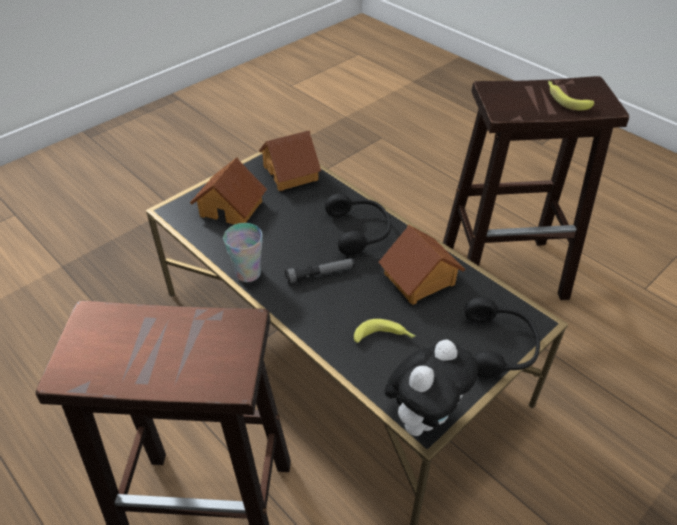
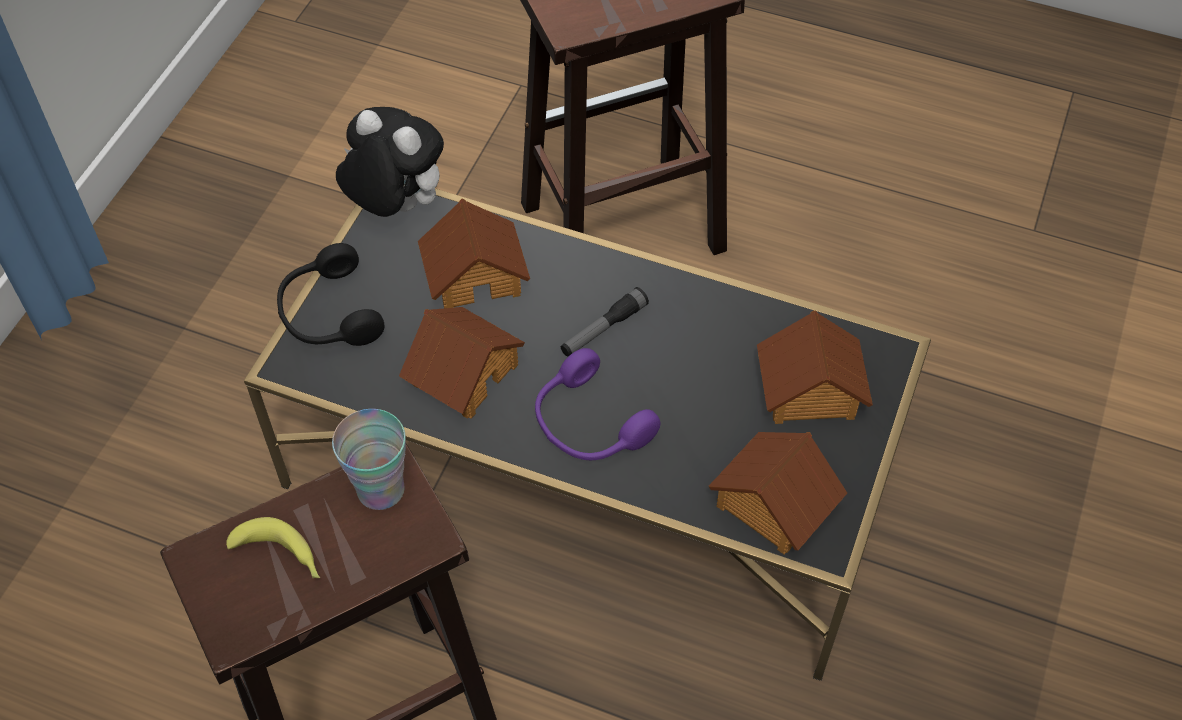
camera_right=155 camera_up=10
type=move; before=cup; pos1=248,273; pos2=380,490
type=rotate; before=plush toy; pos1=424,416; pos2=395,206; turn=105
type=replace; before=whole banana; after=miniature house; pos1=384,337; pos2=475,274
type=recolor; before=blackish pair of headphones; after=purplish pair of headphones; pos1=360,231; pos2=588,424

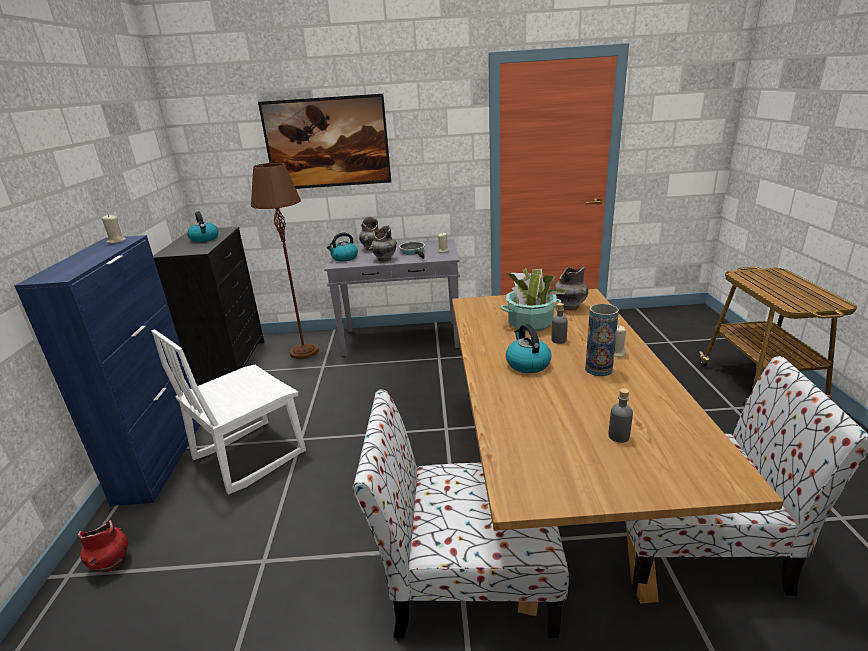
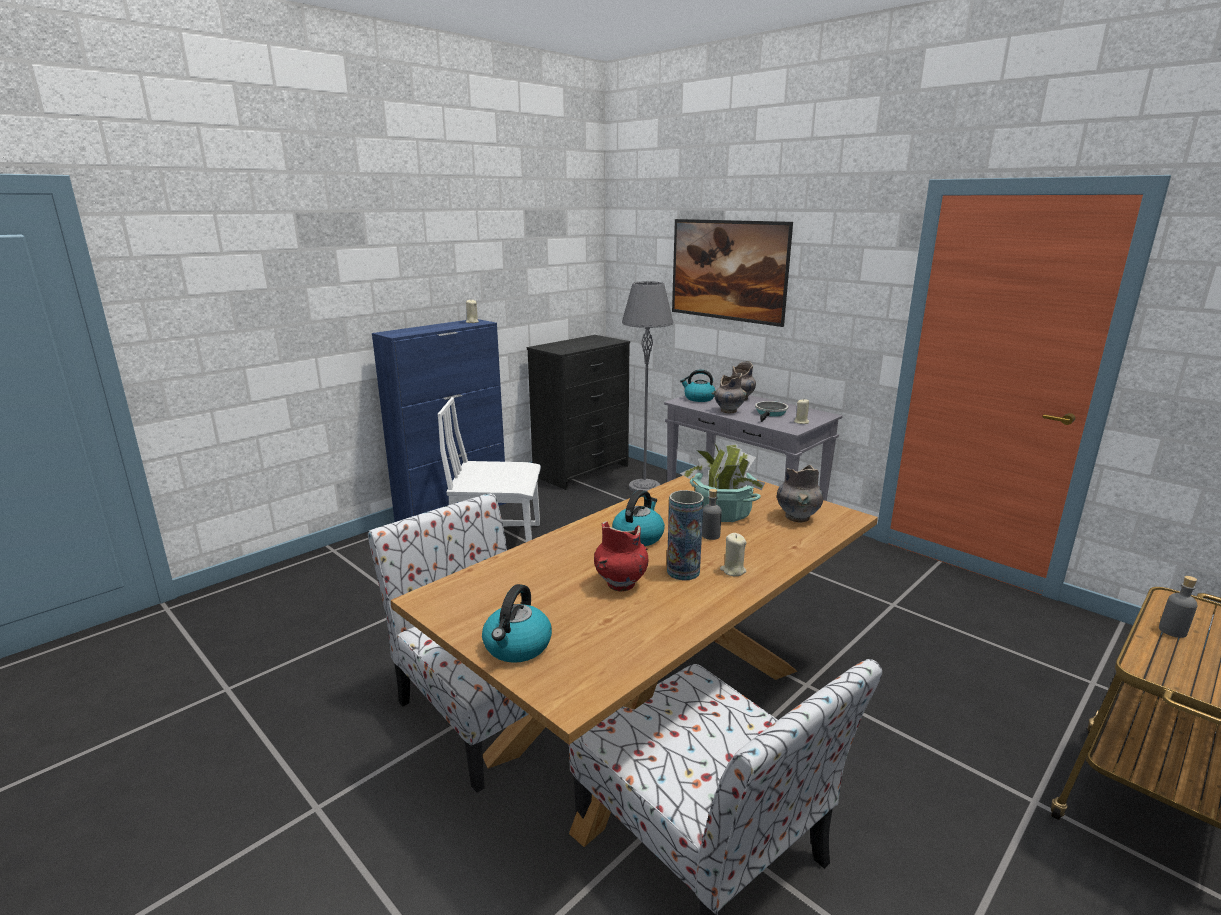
camera_right=45 camera_up=-5
type=move; before=water kettle; pos1=204,239; pos2=517,647
type=move; before=reddish vase; pos1=112,563; pos2=621,584
type=recolor; before=brown floor lamp; after=gray floor lamp; pos1=304,352; pos2=644,487
type=move; before=gray bottle; pos1=618,436; pos2=1172,631

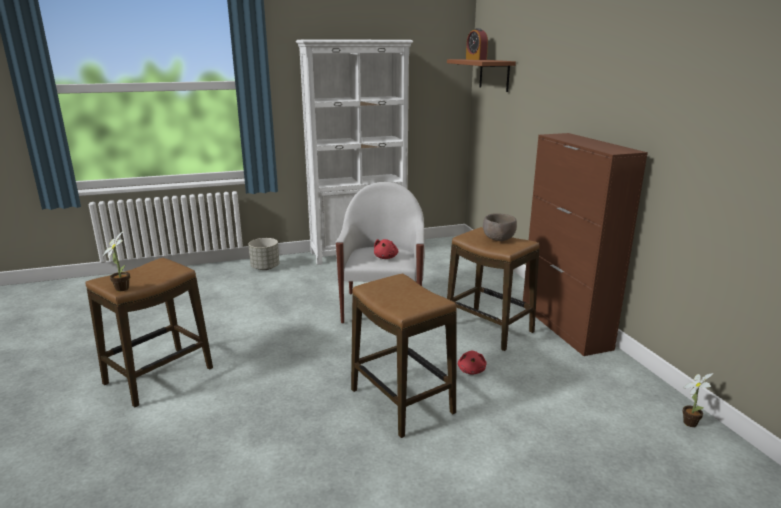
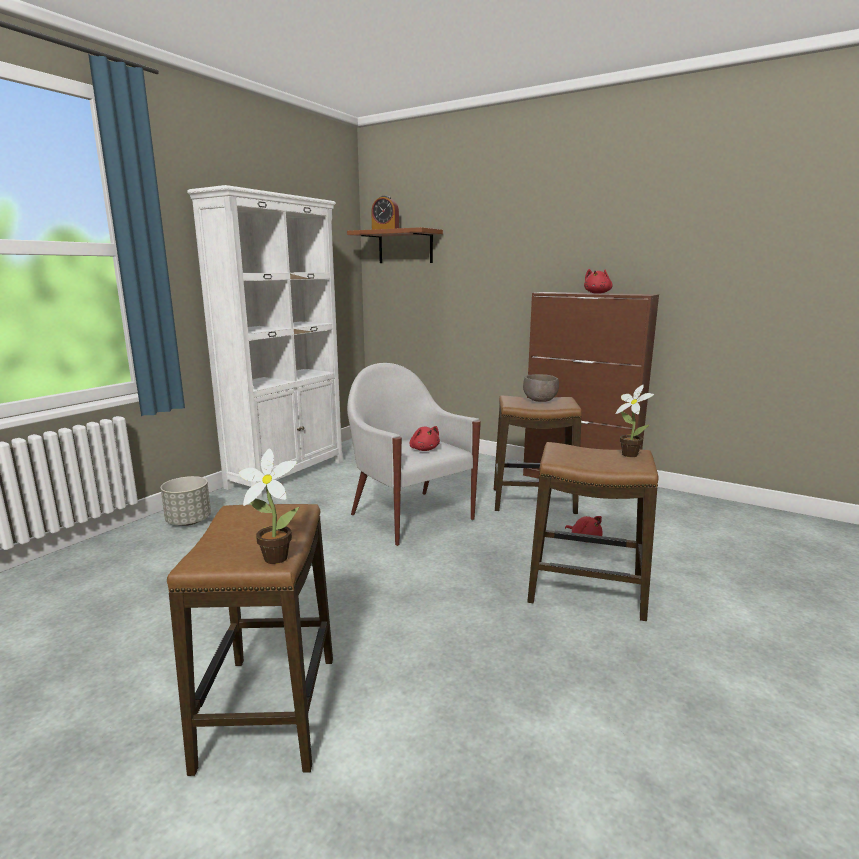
camera_right=-40 camera_up=-5
type=insert; after=reddish plush toy; pos2=597,293
type=move; before=potted plant; pos1=690,422; pos2=628,454

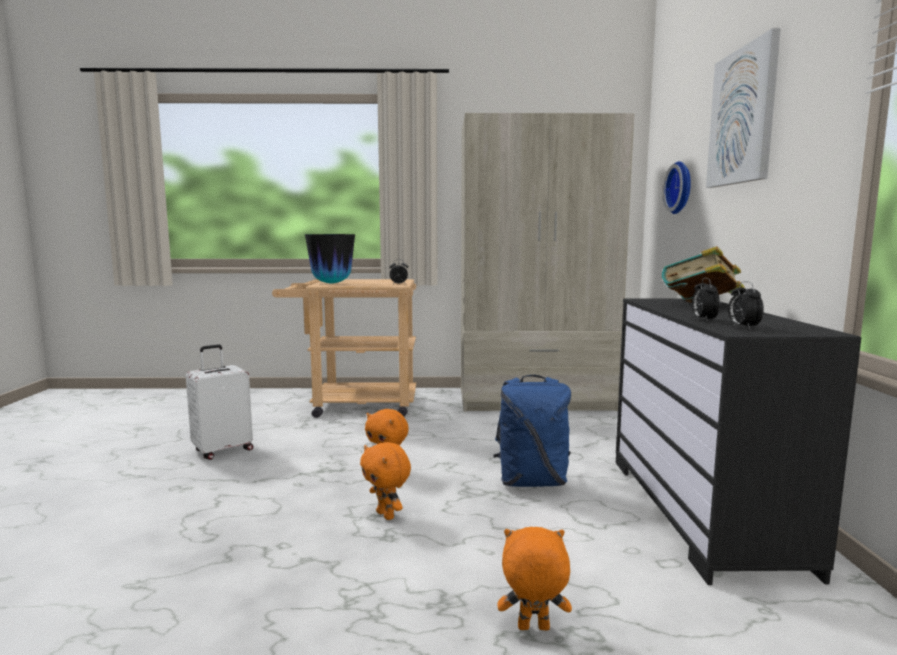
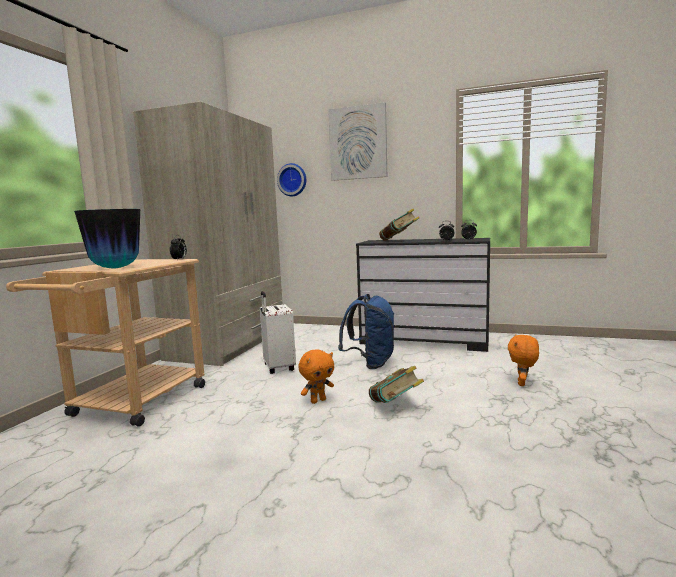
camera_right=-70 camera_up=0
type=move; before=white-coloured piece of luggage; pos1=223,450; pos2=278,368
type=replace; before=orangey plush toy; after=book; pos1=386,515; pos2=395,406

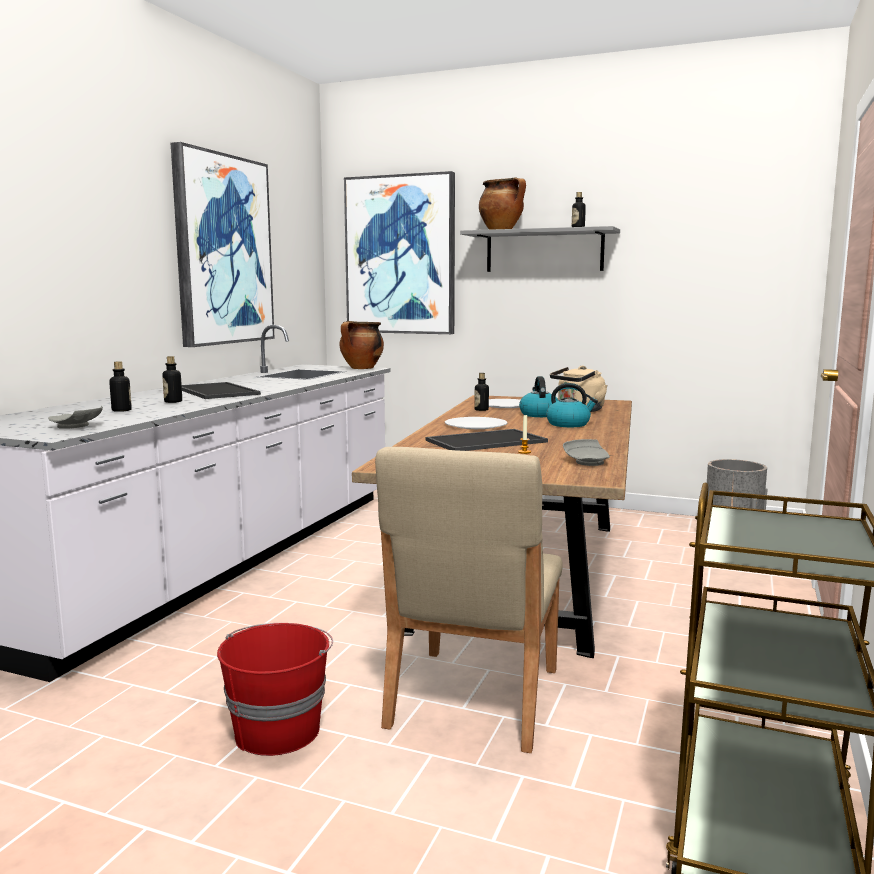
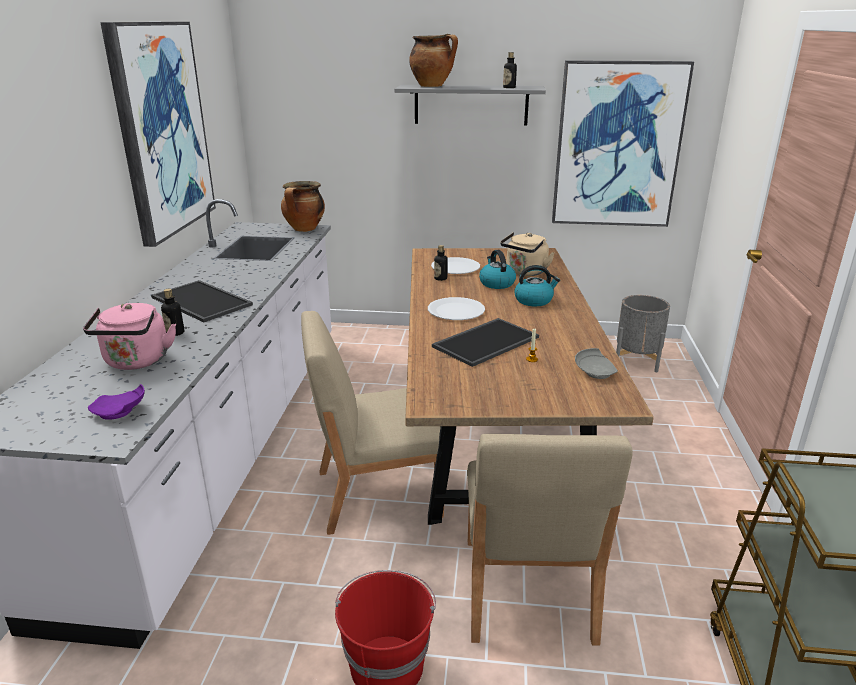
camera_right=-15 camera_up=15
type=replace; before=bottle; after=pink water kettle; pos1=121,410; pos2=136,362
type=recolor; before=gray dinner plate; after=purplish dinner plate; pos1=76,427; pos2=120,412
type=insert; after=beige-coloured chair; pos2=376,493
type=move; before=wall picture; pos1=400,255; pos2=617,145

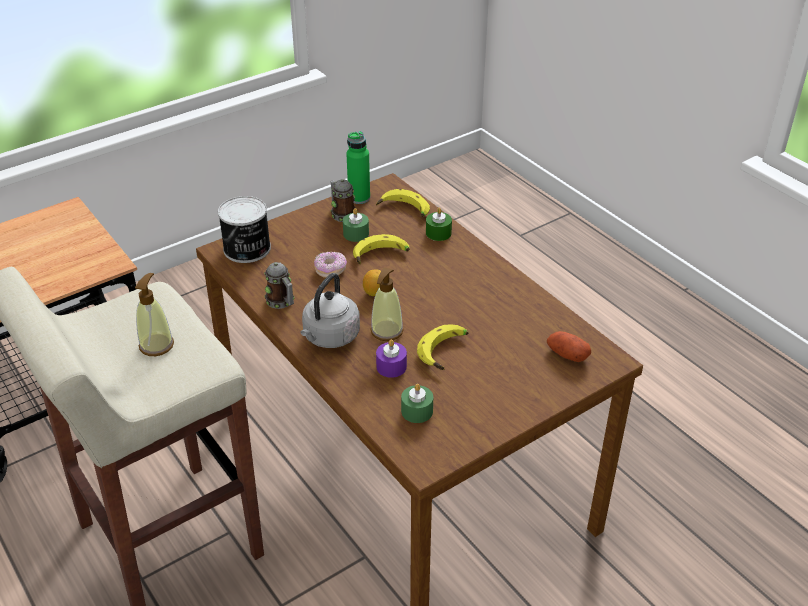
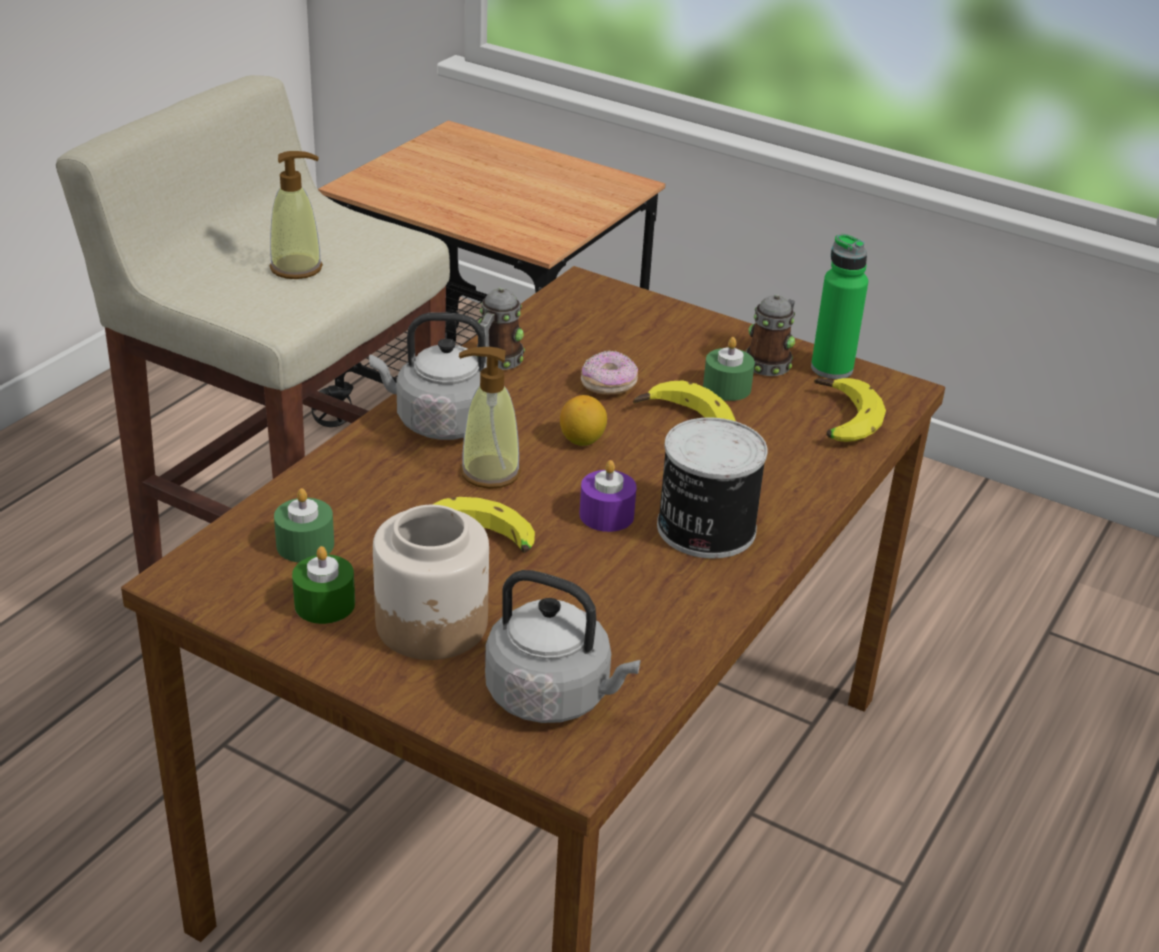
camera_right=65 camera_up=-5
type=move; before=greenish wax light; pos1=438,233; pos2=324,604
type=insert; after=jar; pos2=432,624
type=replace; before=spud; after=gray water kettle; pos1=567,354; pos2=553,696
type=move; before=purplish wax light; pos1=391,367; pos2=606,515
type=move; before=can; pos1=247,249; pos2=704,529

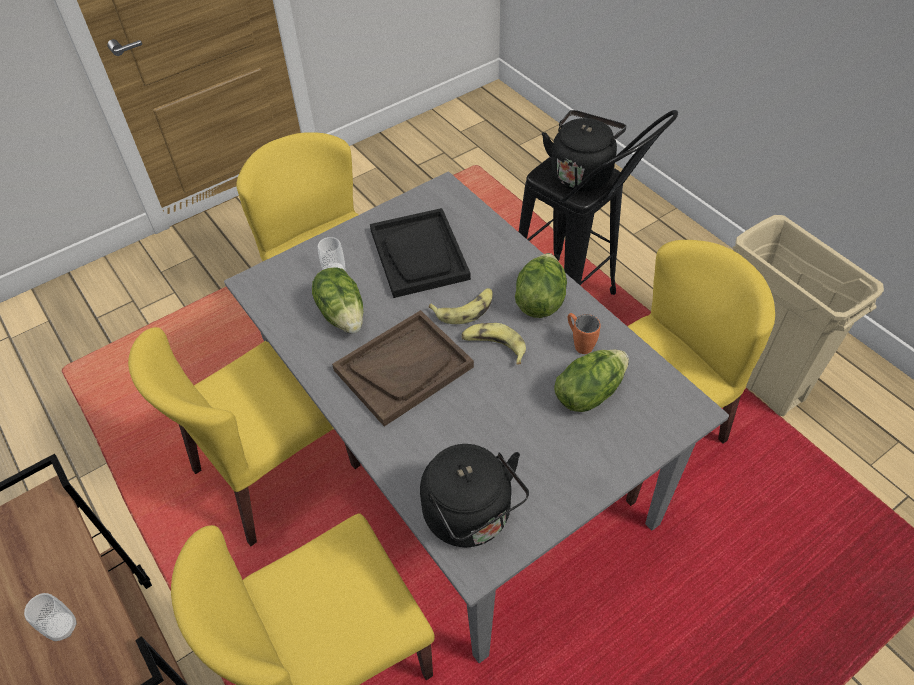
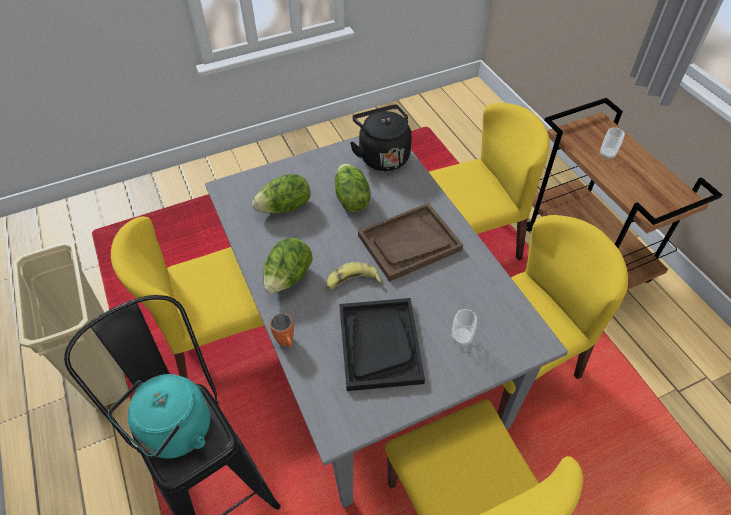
camera_right=-170 camera_up=0
type=recolor; before=blackish water kettle; after=turquoise water kettle; pos1=581,173; pos2=174,433
type=move; before=orangey coffee mug; pos1=579,343; pos2=287,343
type=move; before=head of lettuce; pos1=343,314; pos2=351,199
type=delete; before=whole banana; pos1=494,346

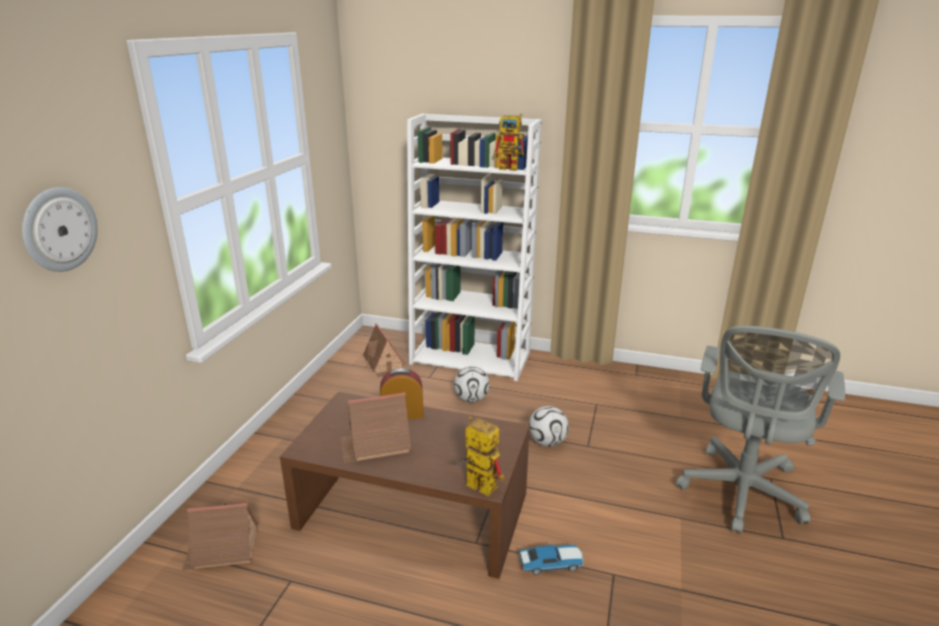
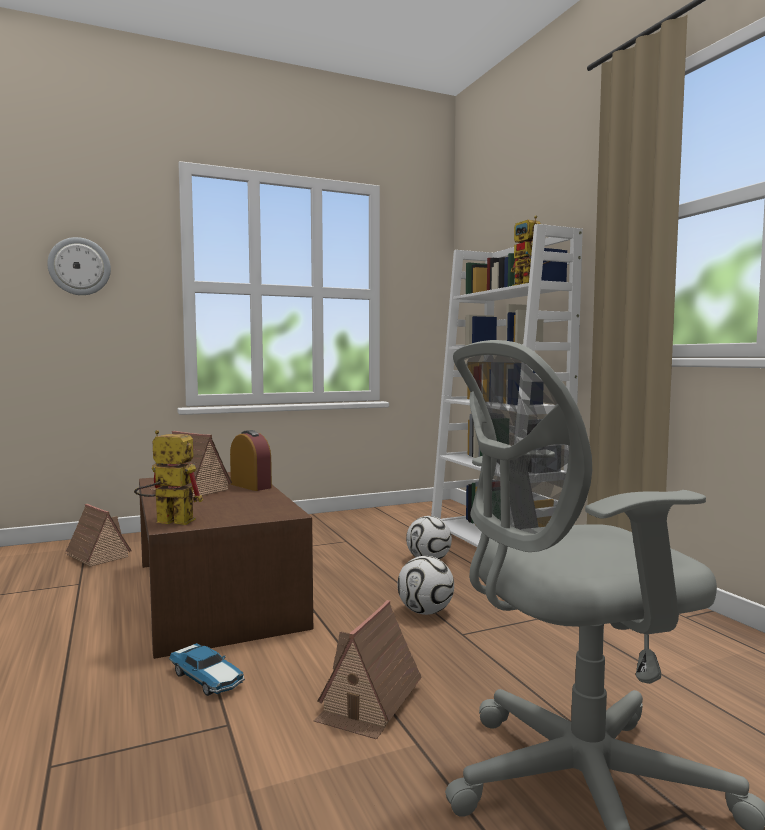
camera_right=50 camera_up=-20
type=rotate; before=toy robot; pos1=474,485; pos2=166,522; turn=-75
type=move; before=miniature house; pos1=384,364; pos2=368,702

